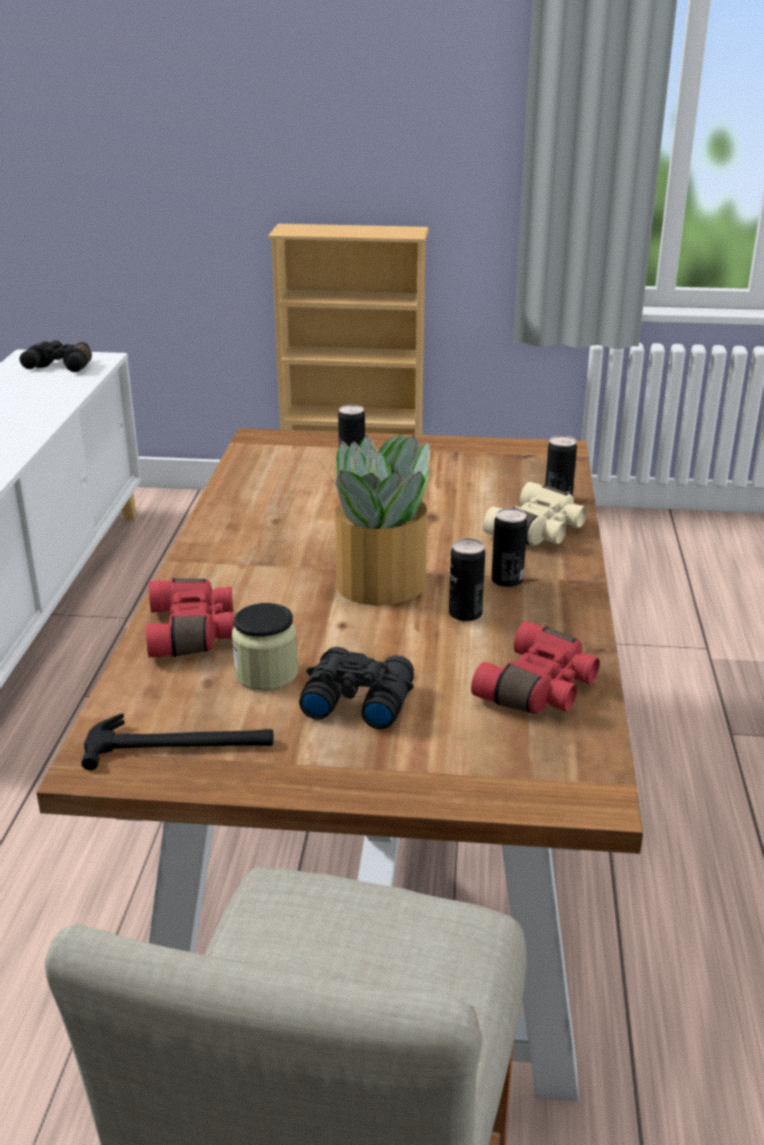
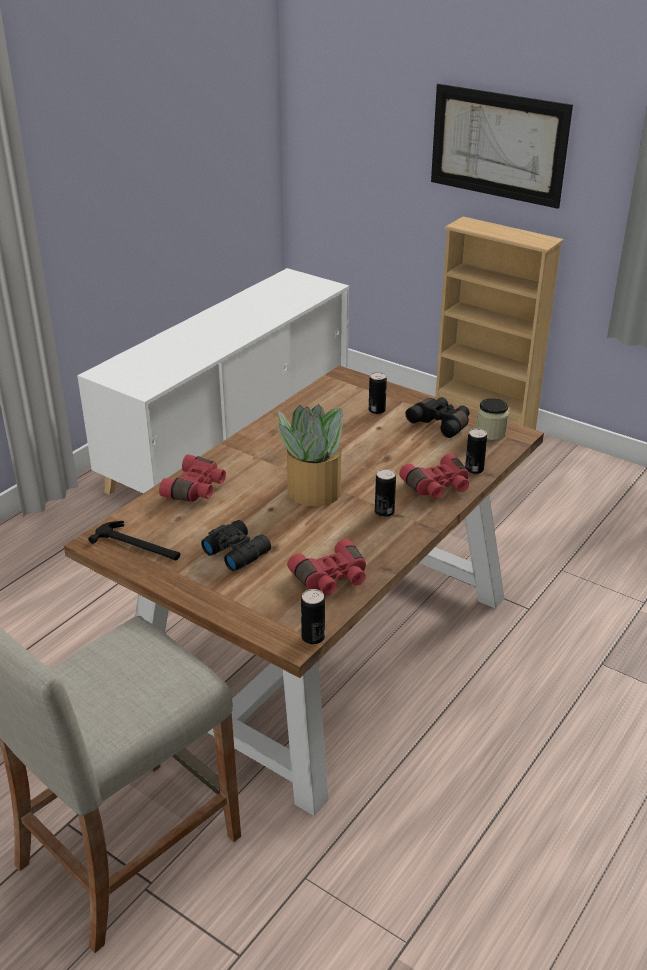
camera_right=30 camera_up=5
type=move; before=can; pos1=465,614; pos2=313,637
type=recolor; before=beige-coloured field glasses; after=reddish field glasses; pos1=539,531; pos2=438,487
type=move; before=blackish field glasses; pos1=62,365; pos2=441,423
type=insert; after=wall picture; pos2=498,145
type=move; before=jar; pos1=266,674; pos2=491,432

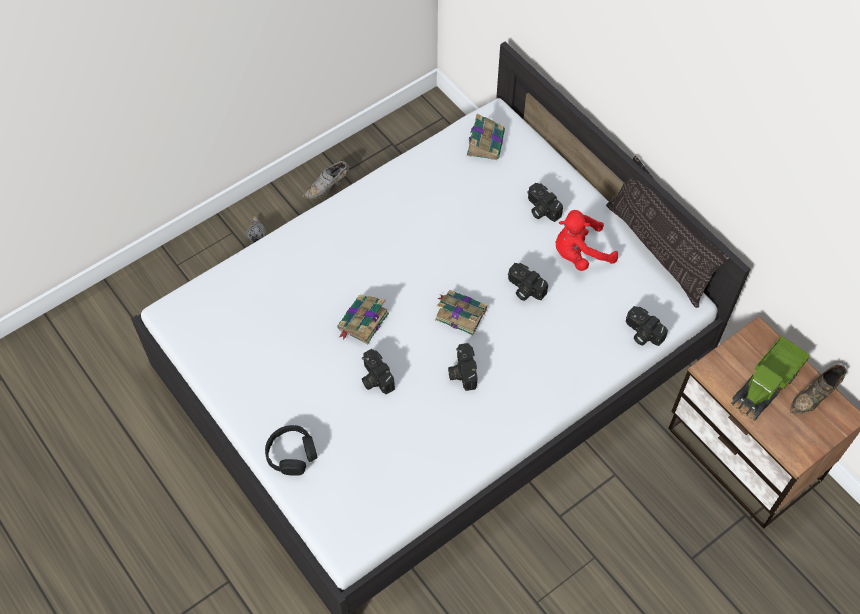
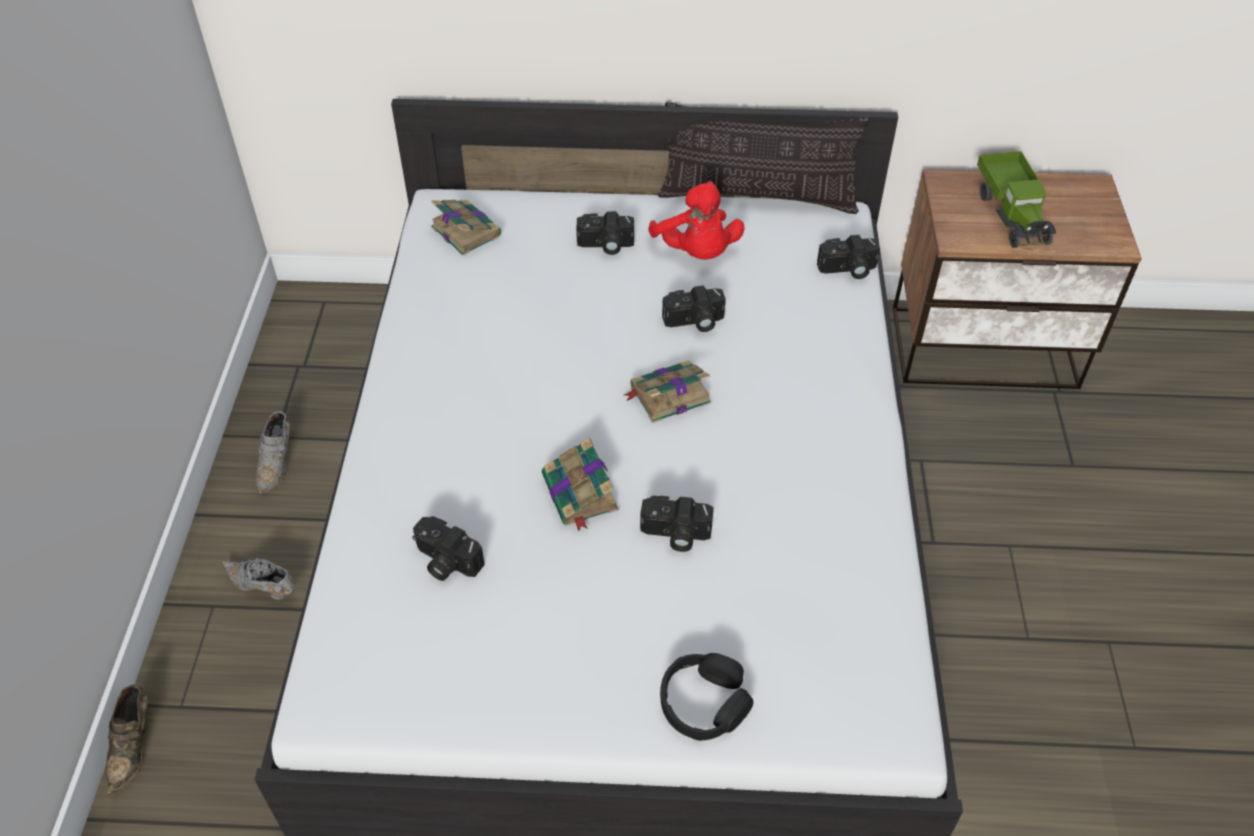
camera_right=-50 camera_up=-10
type=move; before=brown shoe; pos1=815,396; pos2=133,745
type=move; before=photo camera; pos1=461,371; pos2=445,561
type=rotate; before=reddish plush toy; pos1=579,254; pos2=696,253; turn=-45

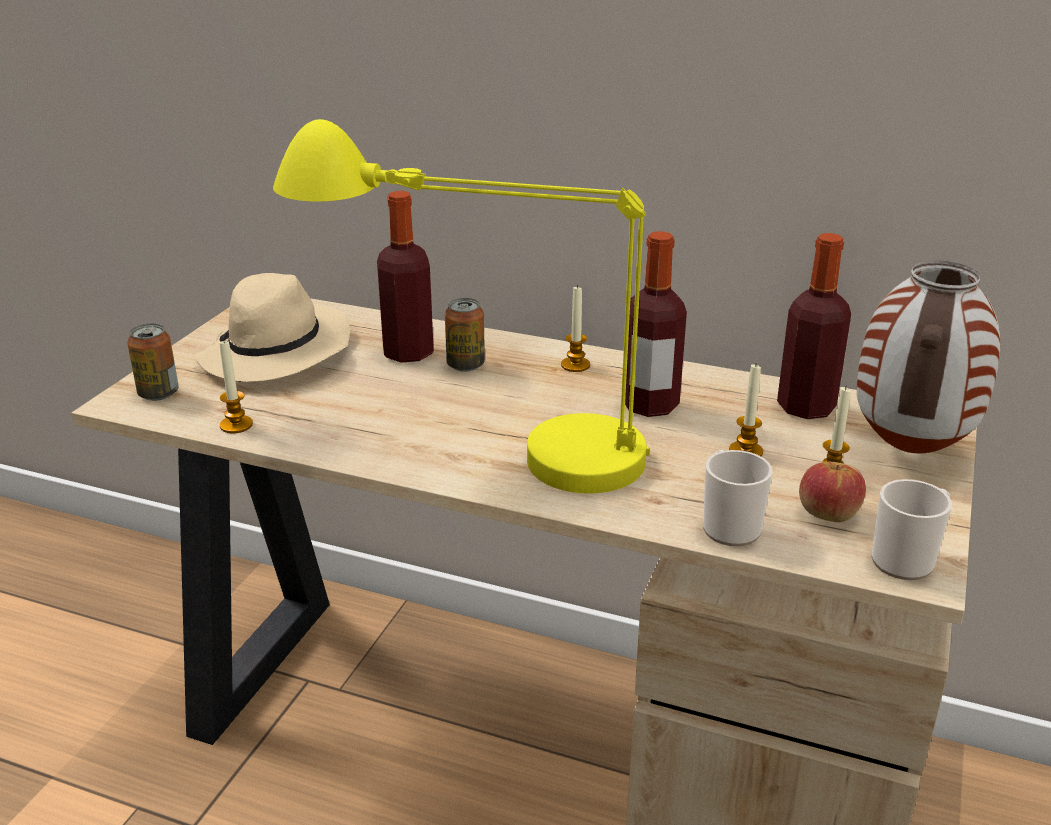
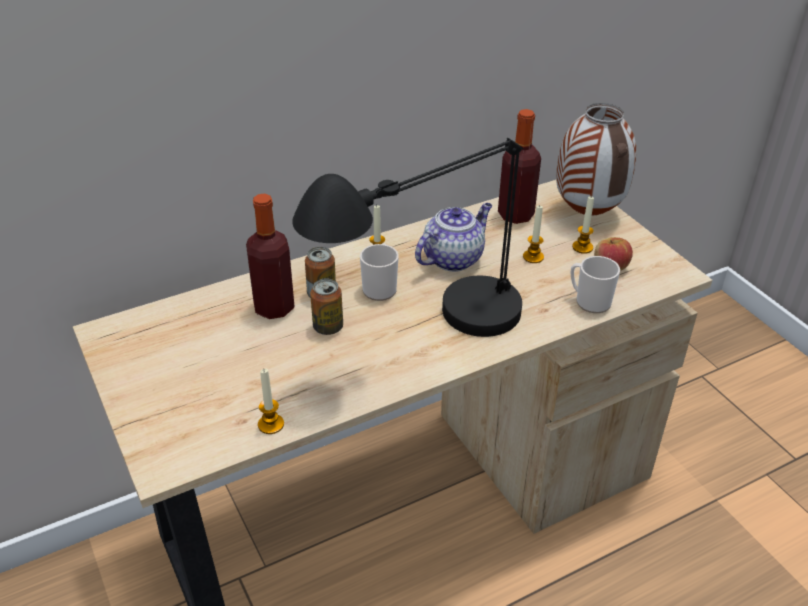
camera_right=-50 camera_up=10
type=recolor; before=yellowish table lamp; after=blackish table lamp; pos1=482,448; pos2=425,338
type=move; before=can; pos1=158,393; pos2=328,327
type=move; before=coffee mug; pos1=907,559; pos2=380,287
type=replace; before=bottle; after=tea pot; pos1=650,405; pos2=453,258
type=delete; before=beige-coloured wearable hat; pos1=276,354

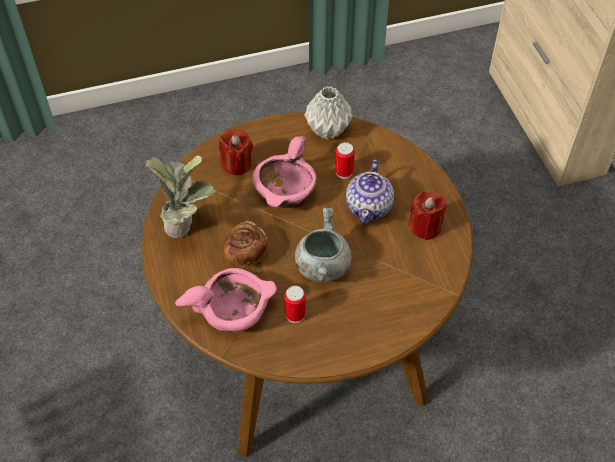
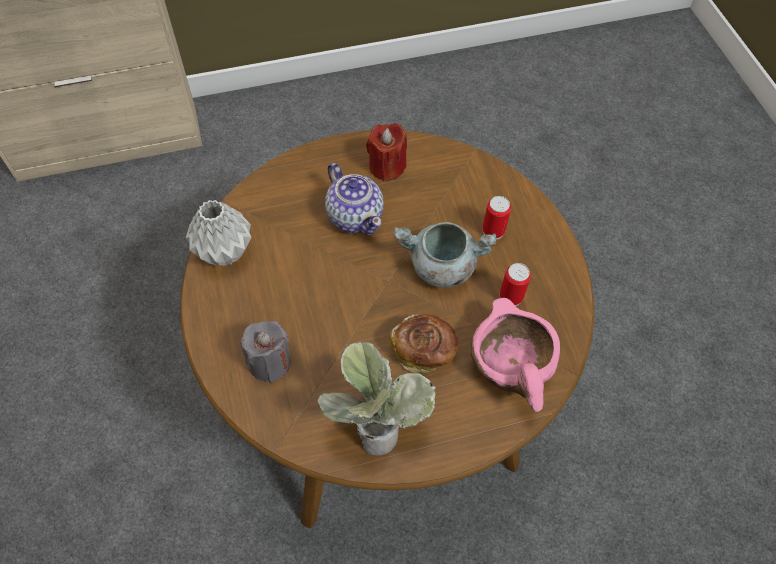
camera_right=-90 camera_up=5
type=recolor; before=reddish wax light; after=gray wax light; pos1=236,164; pos2=269,362
type=rotate; before=tea pot; pos1=369,207; pos2=355,216; turn=45
type=move; before=can; pos1=344,172; pos2=493,231
type=delete; before=pink deep dish; pos1=286,192

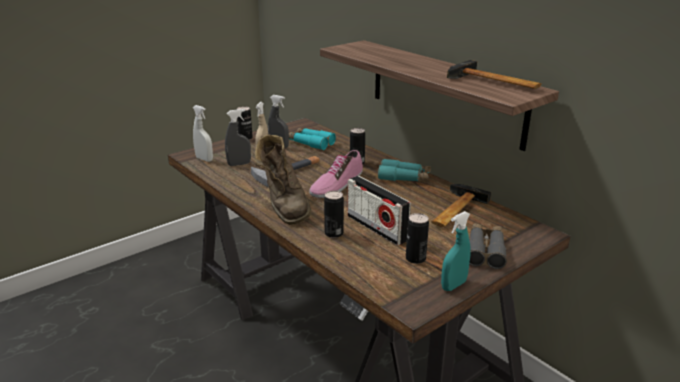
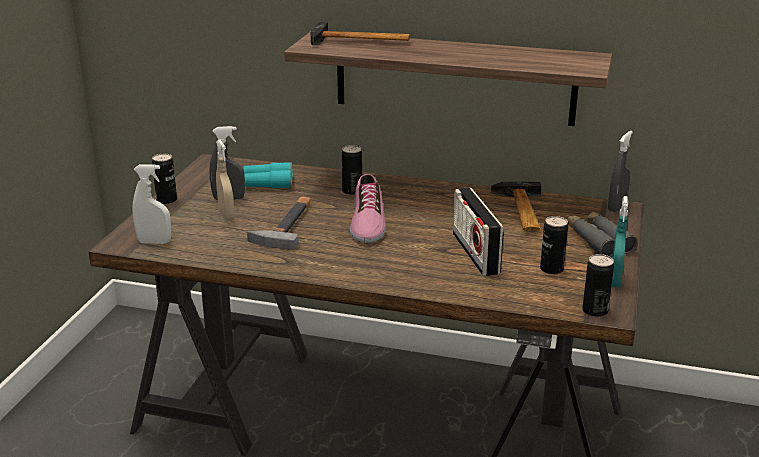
camera_right=-35 camera_up=0
type=move; before=tool hammer; pos1=494,83; pos2=360,42
type=rotate; before=radio receiver; pos1=377,228; pos2=475,253; turn=60
type=move; before=can; pos1=334,233; pos2=595,311
type=move; before=gray spray bottle; pos1=239,164; pos2=617,207
type=delete; before=brown high-top boot; pos1=284,207
type=delete; before=turquoise field glasses; pos1=404,177

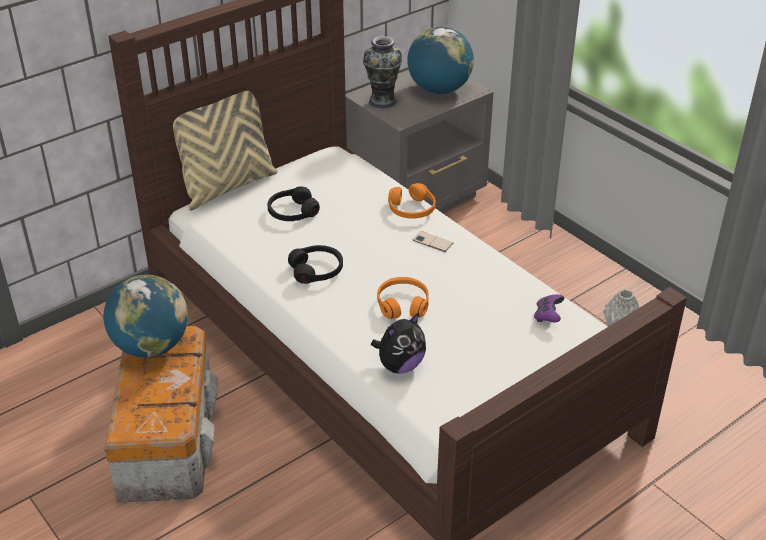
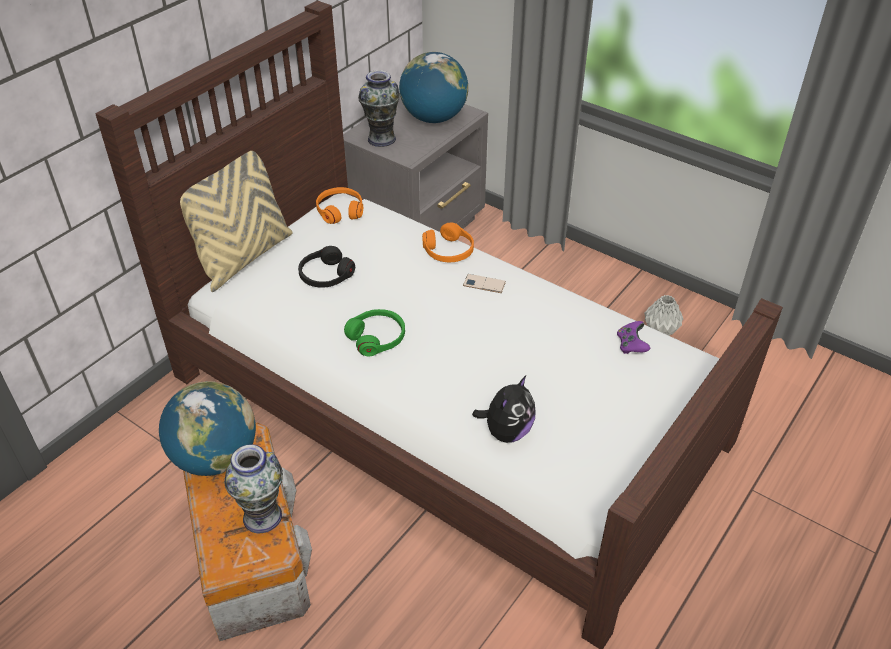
camera_right=-15 camera_up=5
type=insert; after=vase; pos2=262,516
type=move; before=orangey pair of headphones; pos1=403,304; pos2=340,211
type=recolor; before=blackish pair of headphones; after=greenish pair of headphones; pos1=316,270; pos2=377,338

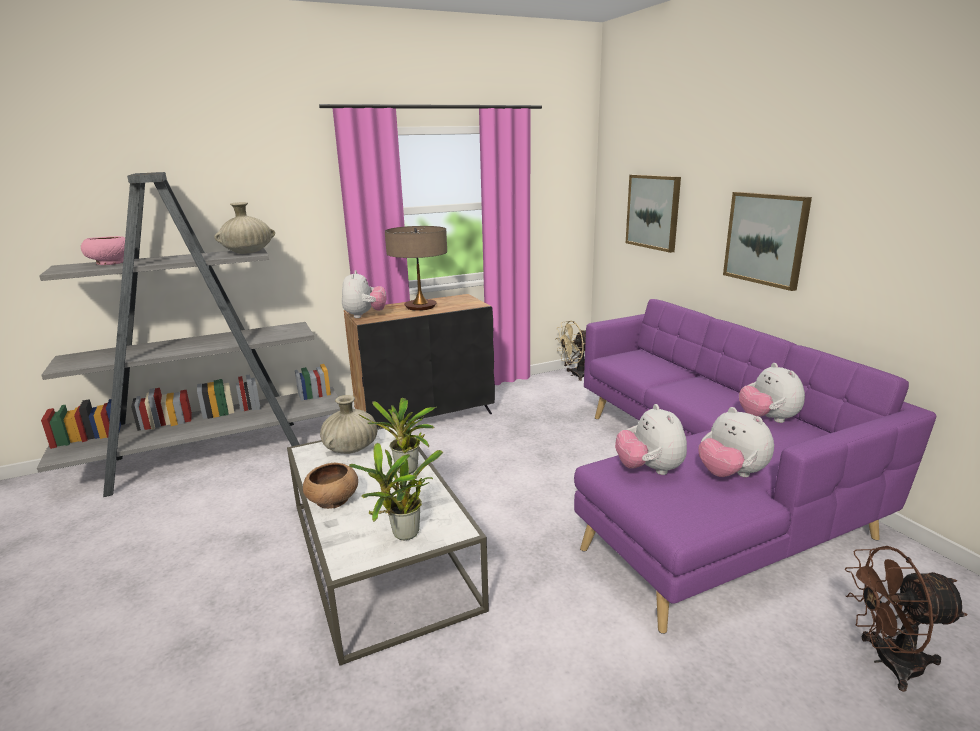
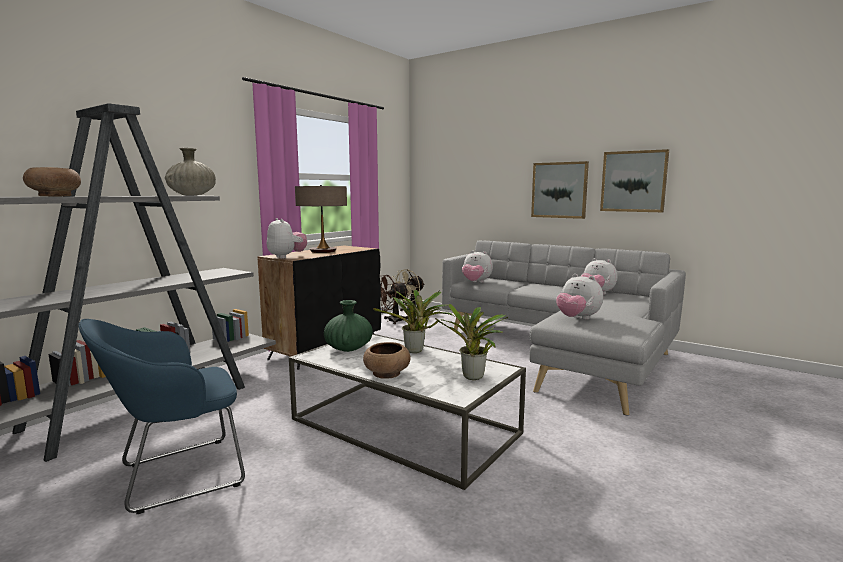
camera_right=-30 camera_up=-10
type=recolor; before=pink deep dish; after=brown deep dish; pos1=110,263; pos2=54,196
type=insert; after=blue-coloured armchair; pos2=176,476
type=recolor; before=beige-coloured vase; after=greenish vase; pos1=351,448; pos2=349,348
type=move; before=brown cooling fan; pos1=887,662; pos2=391,321
type=recolor; before=purplish sofa; after=gray sofa; pos1=703,491; pos2=563,352
type=move; before=plush toy; pos1=731,474; pos2=476,282
type=move; before=wall picture; pos1=653,212; pos2=633,181

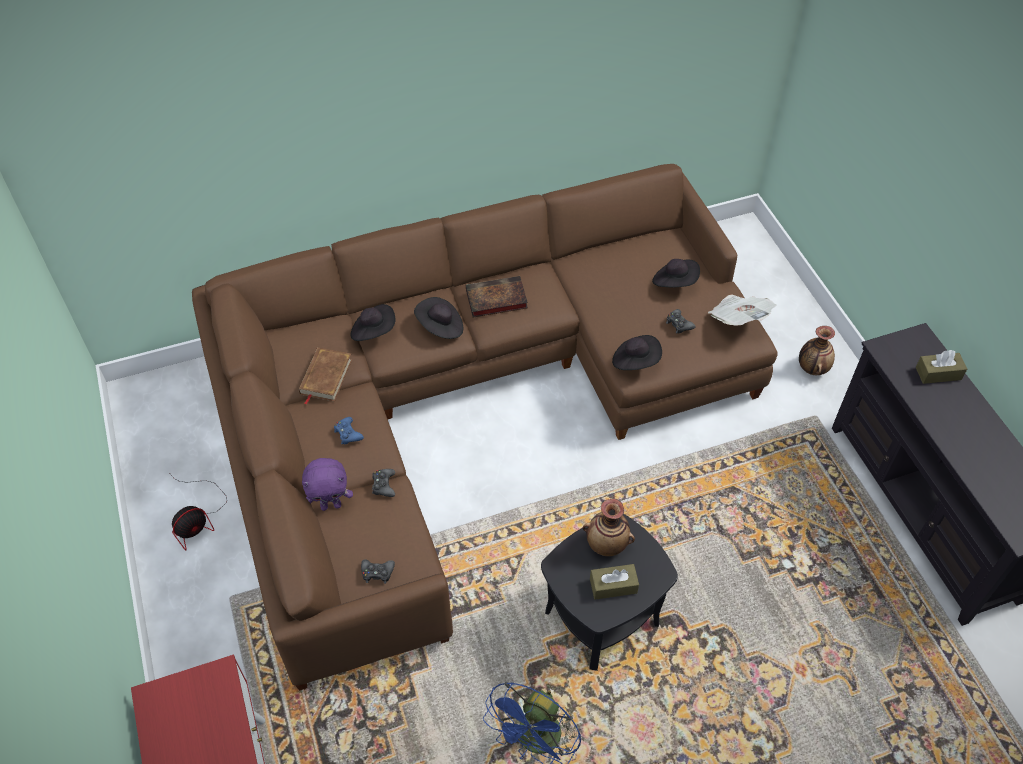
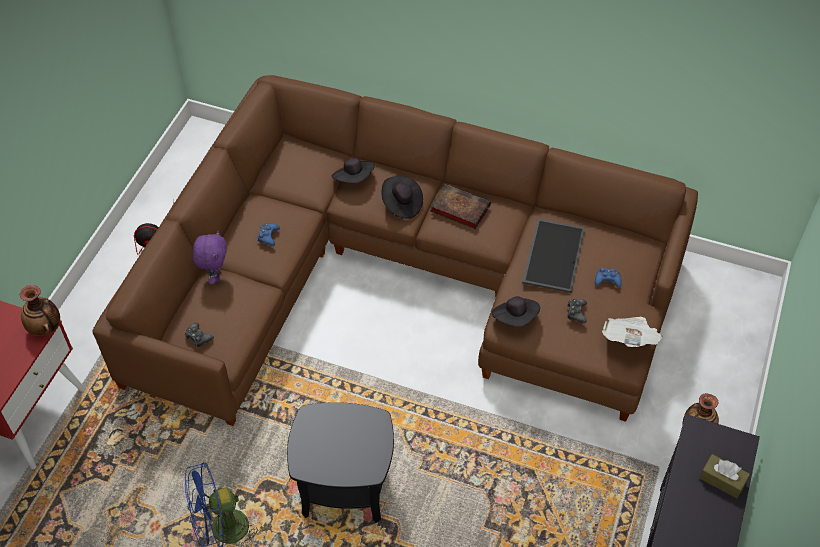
camera_right=40 camera_up=0
type=move; before=vase; pos1=607,544; pos2=45,328
type=rotate; before=purplish plush toy; pos1=331,505; pos2=215,276; turn=-120
type=insert; after=serving tray; pos2=552,255
type=replace; before=blackish wearable hat; after=blue-coloured gamepad; pos1=675,282; pos2=607,280
type=delete; before=brown book; pos1=325,377
type=delete; before=blackish gamepad; pos1=383,485
type=delete; before=brown tissue holder; pos1=613,586

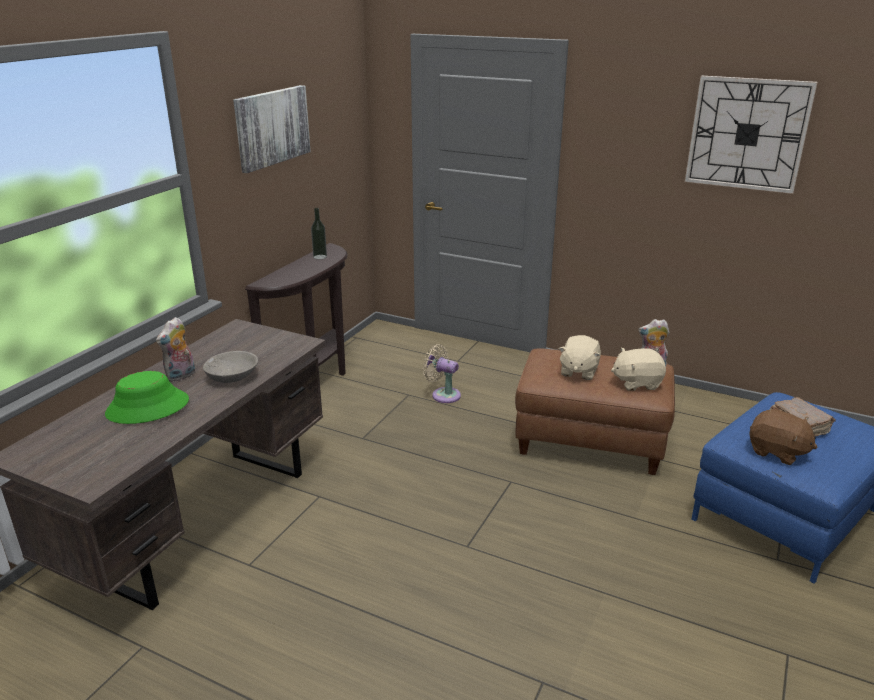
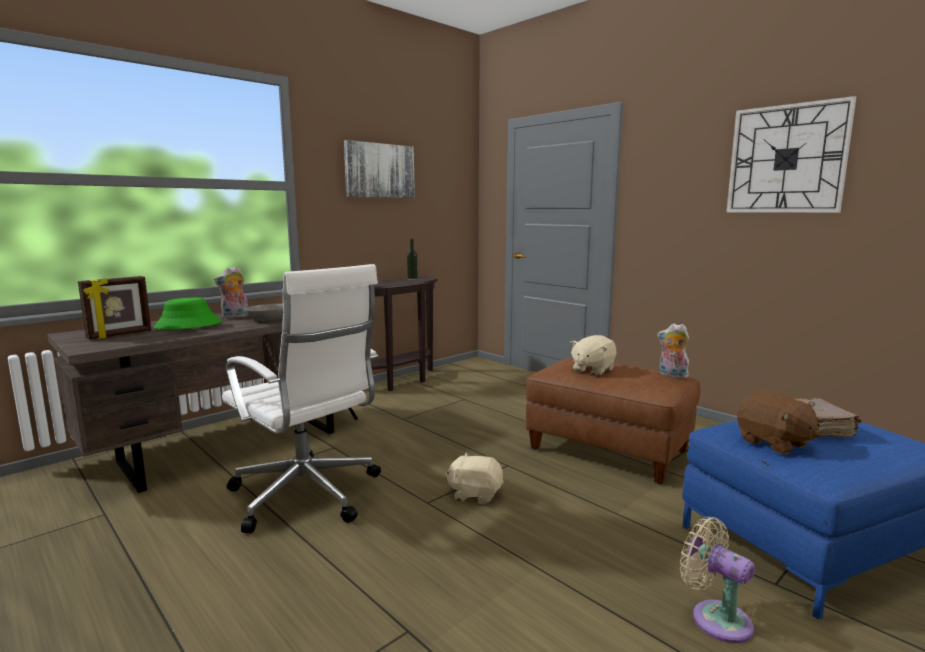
camera_right=20 camera_up=-15
type=insert; after=standing frame; pos2=120,335
type=insert; after=white-coloured desk chair; pos2=307,495
type=move; before=beige-coloured plush toy; pos1=636,383; pos2=475,494
type=move; before=beige-coloured cooling fan; pos1=443,395; pos2=715,618

